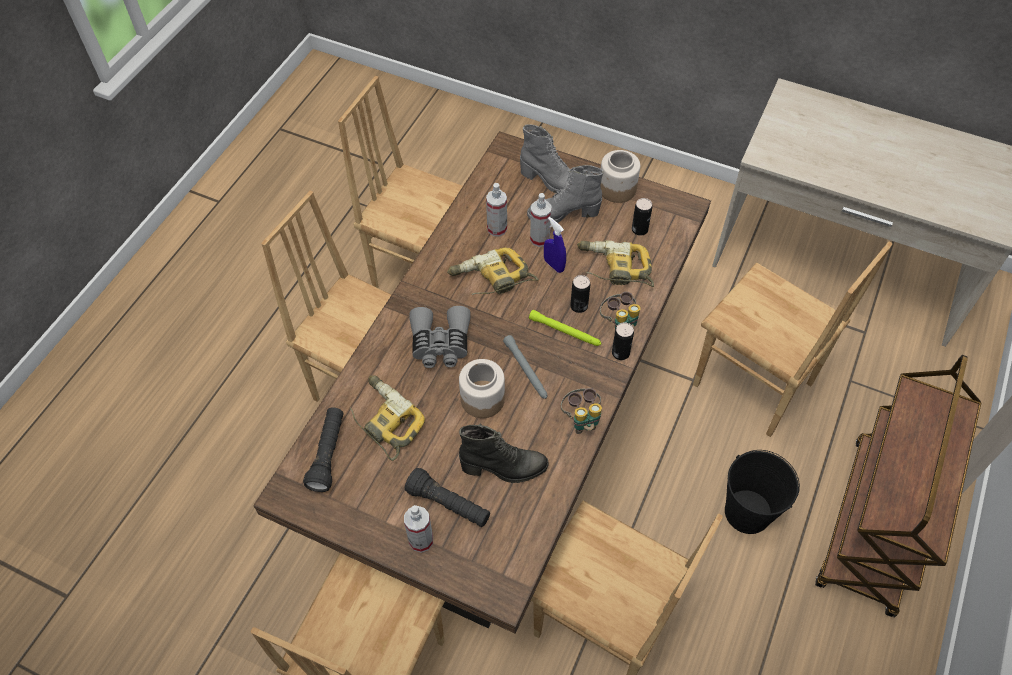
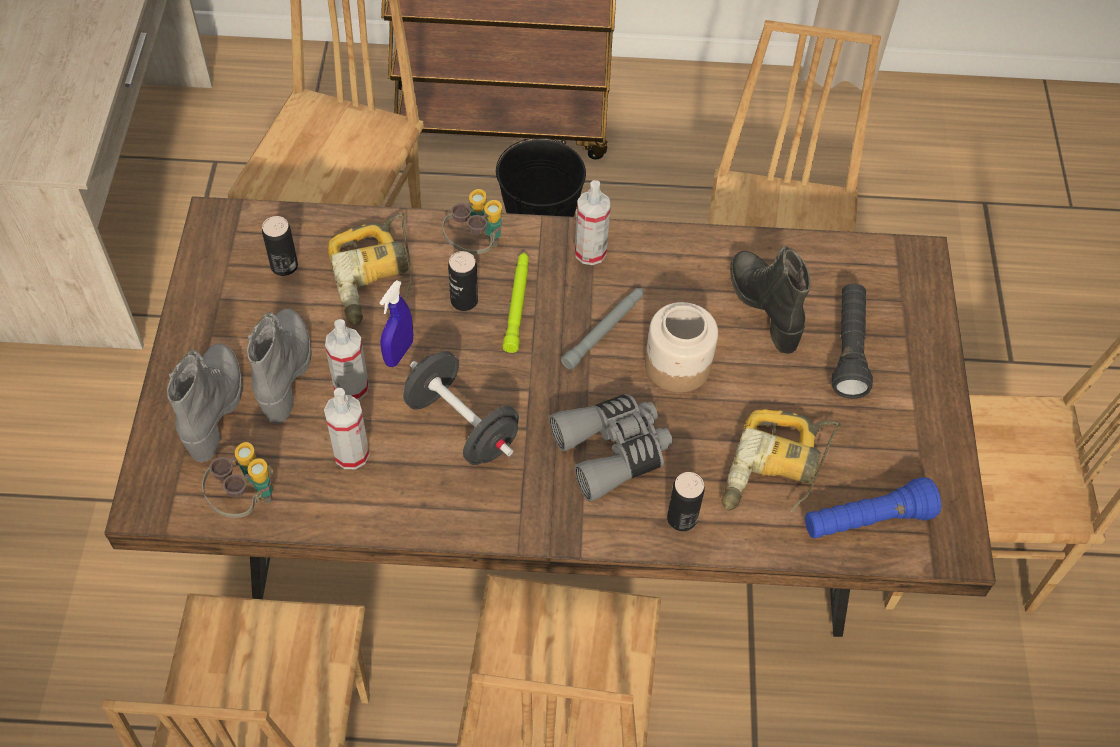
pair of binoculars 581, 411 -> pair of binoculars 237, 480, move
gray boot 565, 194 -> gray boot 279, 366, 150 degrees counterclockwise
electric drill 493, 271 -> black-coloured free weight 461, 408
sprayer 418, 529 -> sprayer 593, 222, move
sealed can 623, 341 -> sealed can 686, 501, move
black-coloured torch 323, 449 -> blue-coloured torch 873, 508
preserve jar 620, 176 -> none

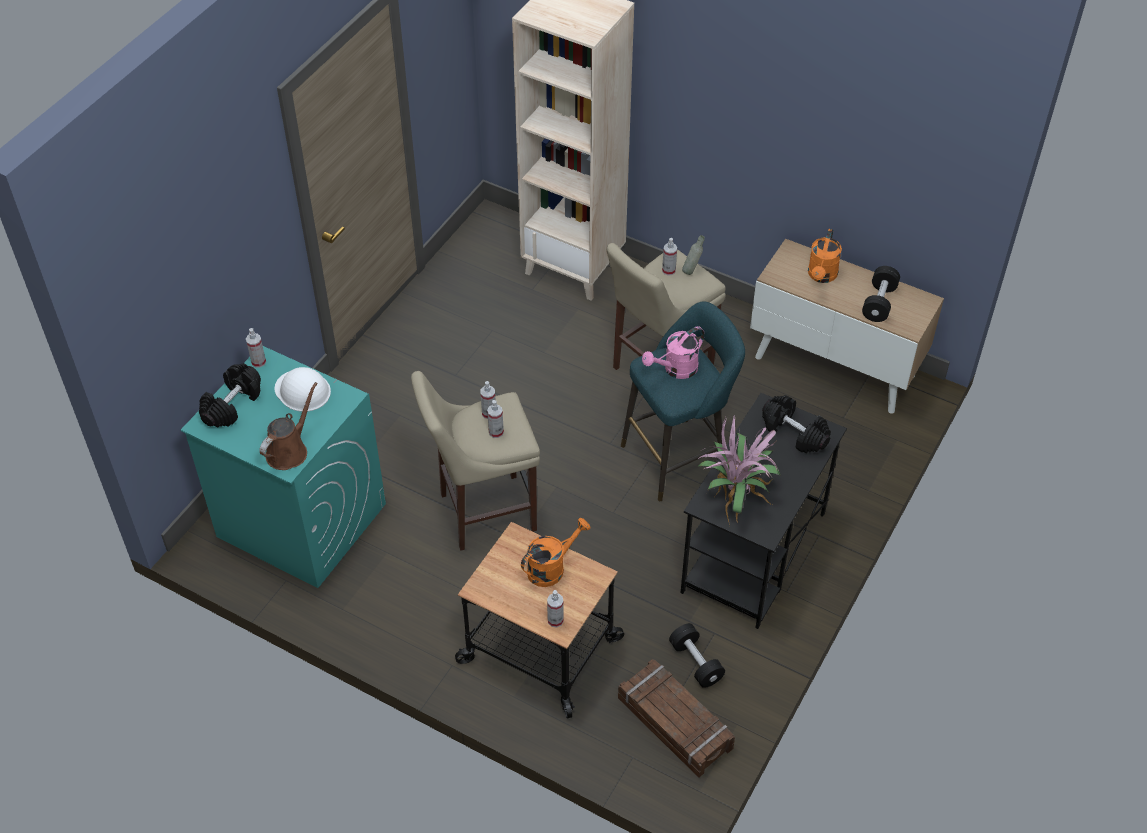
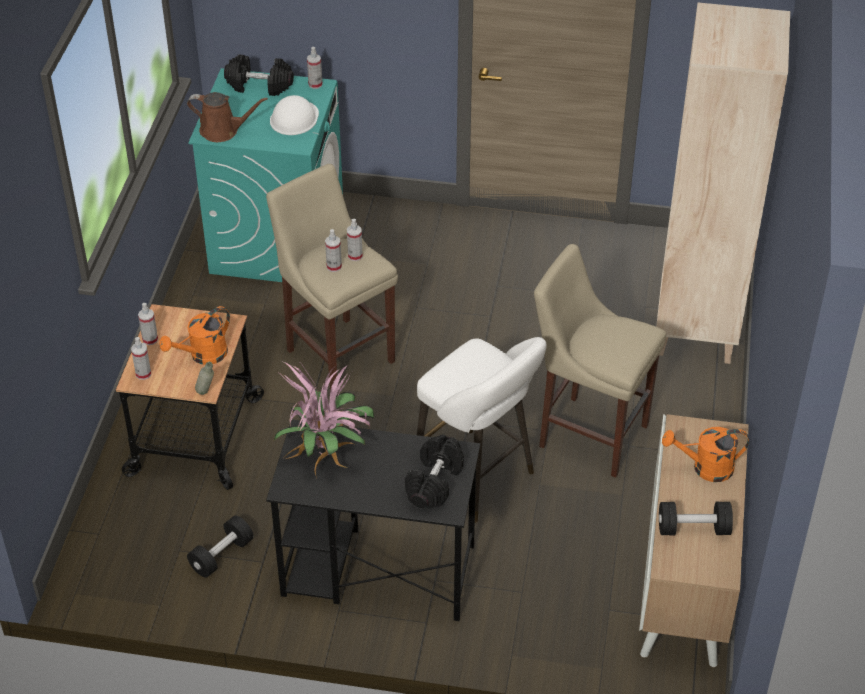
sprayer 669, 257 -> sprayer 148, 324, move
orange sprinkling can 556, 552 -> orange sprinkling can 194, 335, 105 degrees clockwise
gray bottle 693, 255 -> gray bottle 204, 378, move
turquoise-coloured stool 683, 401 -> white stool 482, 430
packing crate 676, 718 -> none
pinkish sprinkling can 673, 352 -> none

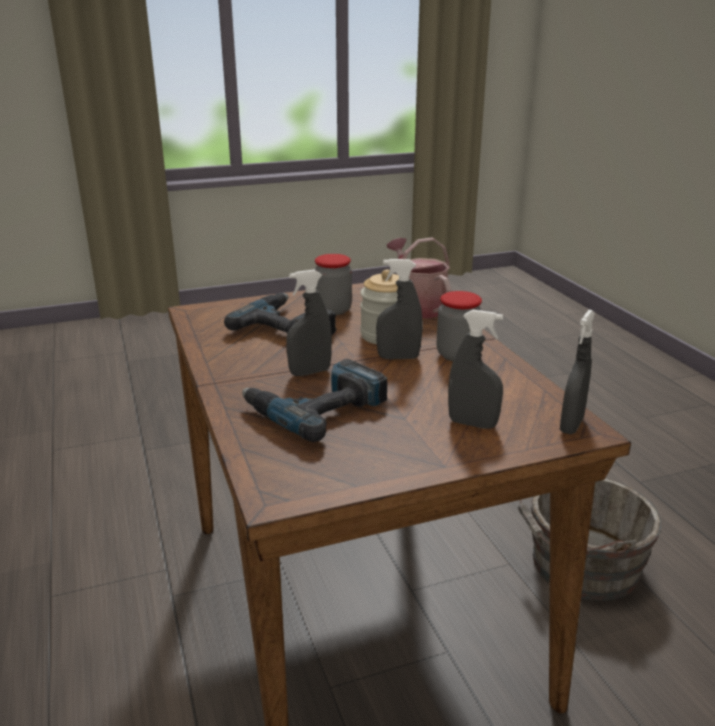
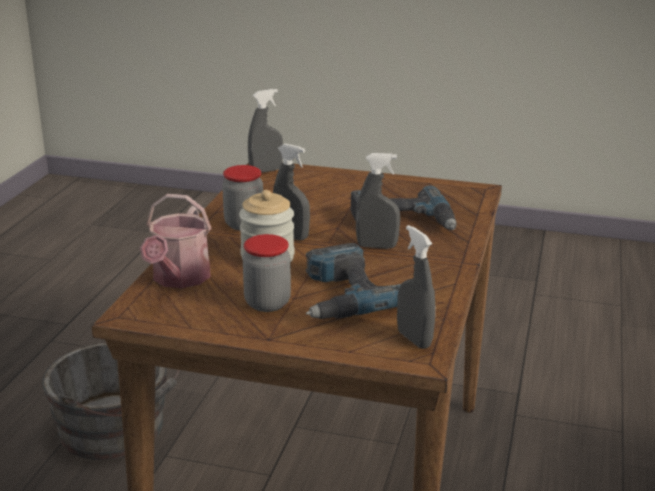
gray sprayer 475, 369 -> gray sprayer 416, 287, move

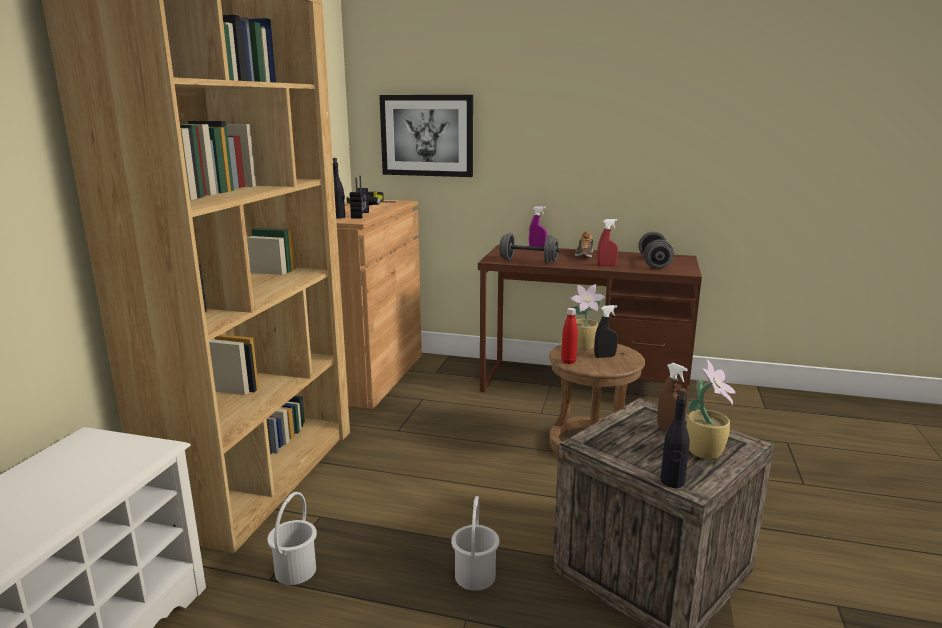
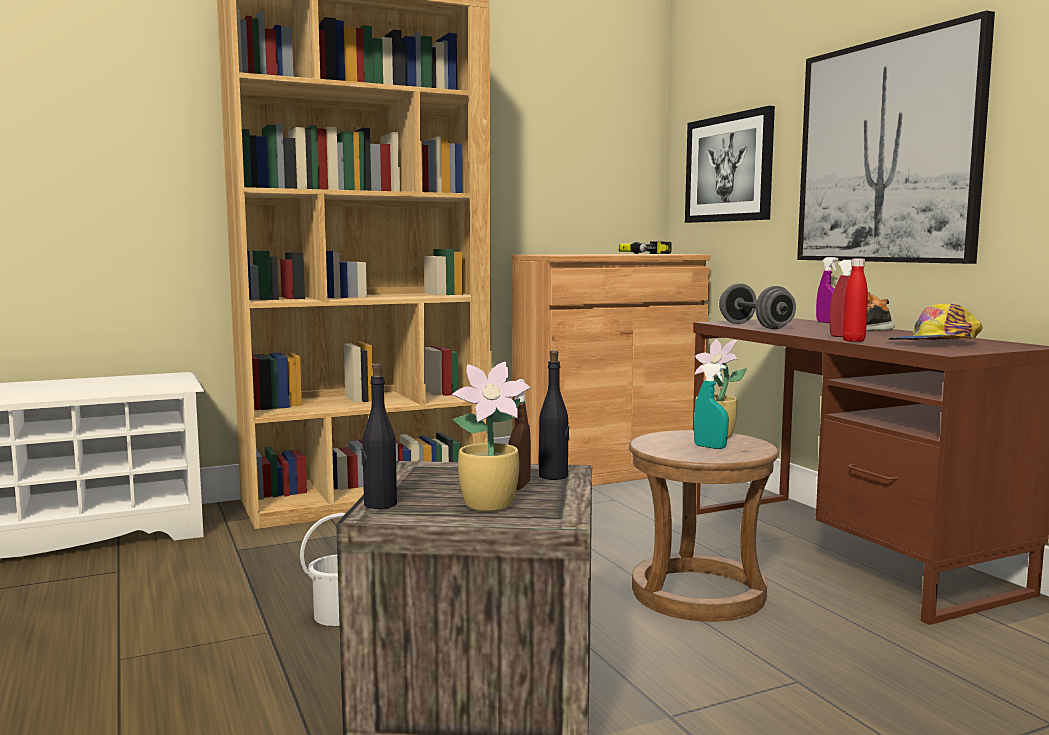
black-coloured bottle 339, 188 -> black-coloured bottle 554, 415, move
black-coloured sprayer 606, 331 -> turquoise-coloured sprayer 711, 406
none -> wall picture 896, 137
red bottle 569, 336 -> red bottle 855, 300, move
gray free weight 656, 250 -> peaked cap 935, 322
white bucket 292, 538 -> none
radio receiver 359, 197 -> none

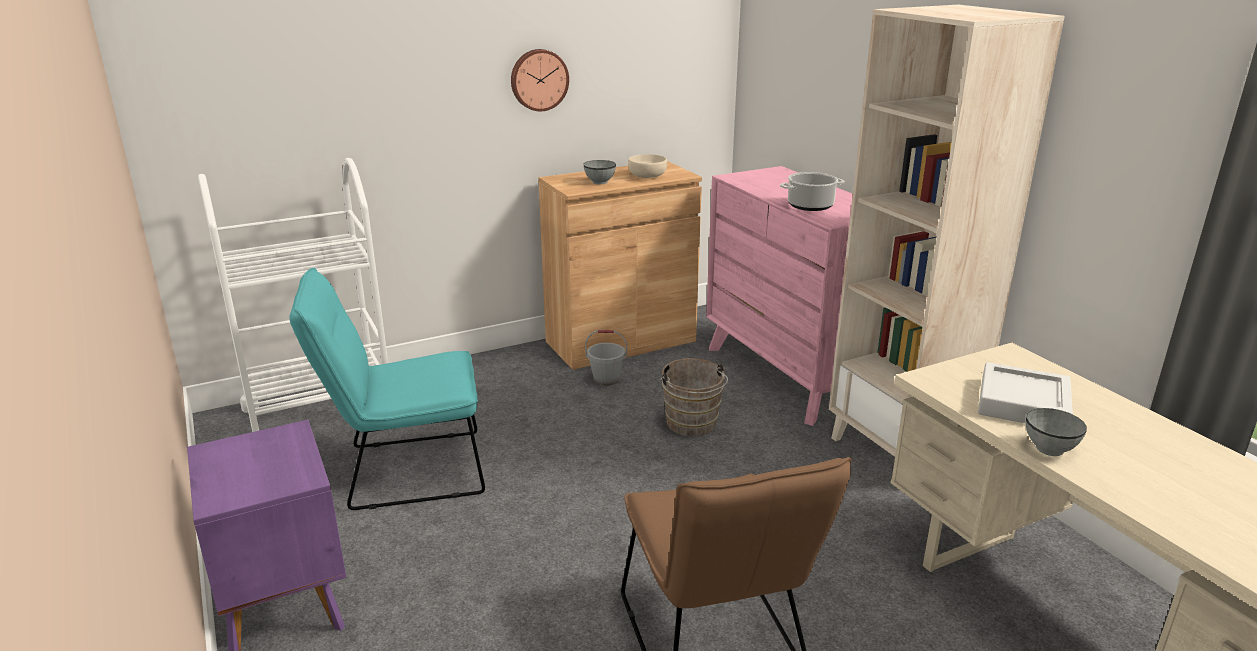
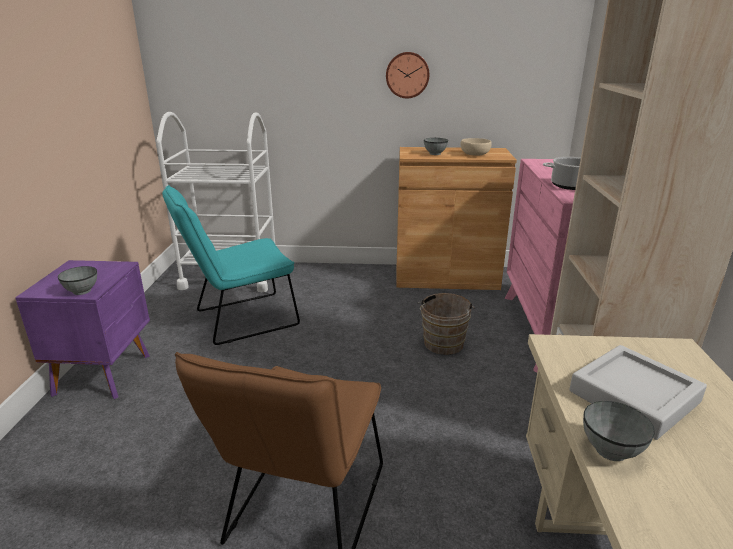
none -> gray serving bowl 77, 280
turquoise-coloured upright chair 387, 389 -> turquoise-coloured upright chair 231, 265, 45 degrees counterclockwise
gray bucket 606, 358 -> none

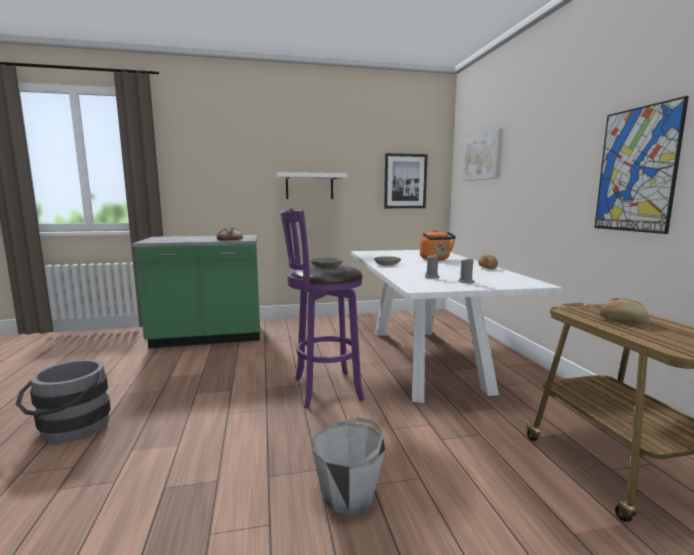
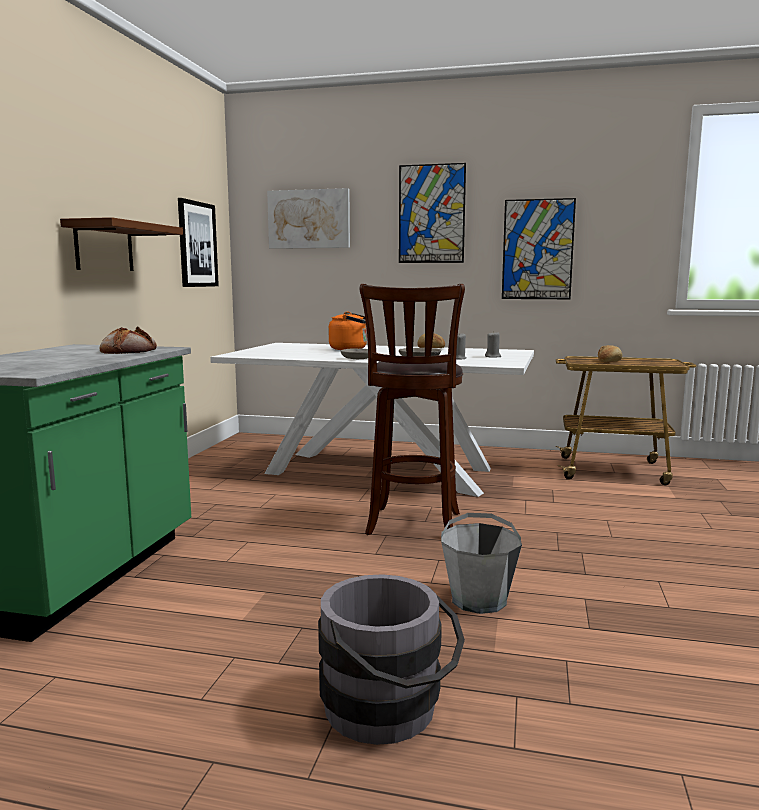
white bracket shelf 311, 185 -> brown-coloured bracket shelf 121, 244
purple stool 322, 308 -> brown-coloured stool 412, 409
none -> wall picture 432, 213
gray bucket 348, 466 -> gray bucket 481, 563, move

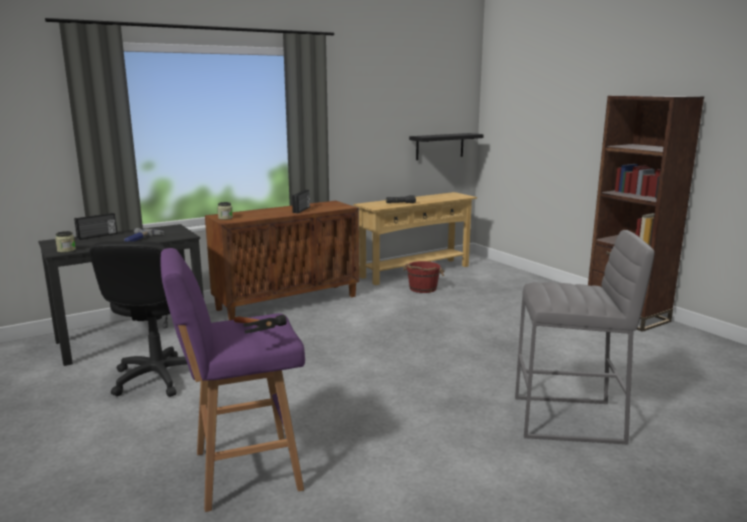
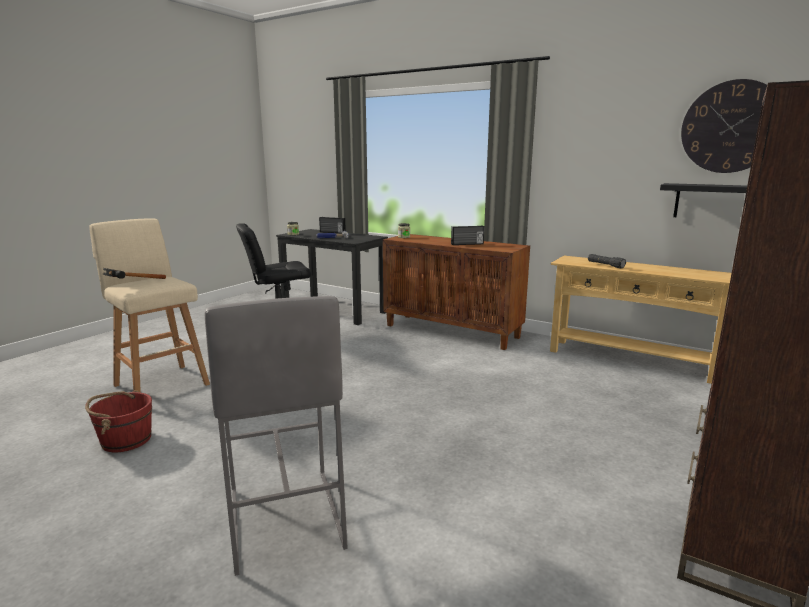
red bucket 423, 277 -> red bucket 118, 421, move
purple stool 232, 380 -> beige stool 149, 305
none -> clock on the wall 724, 126

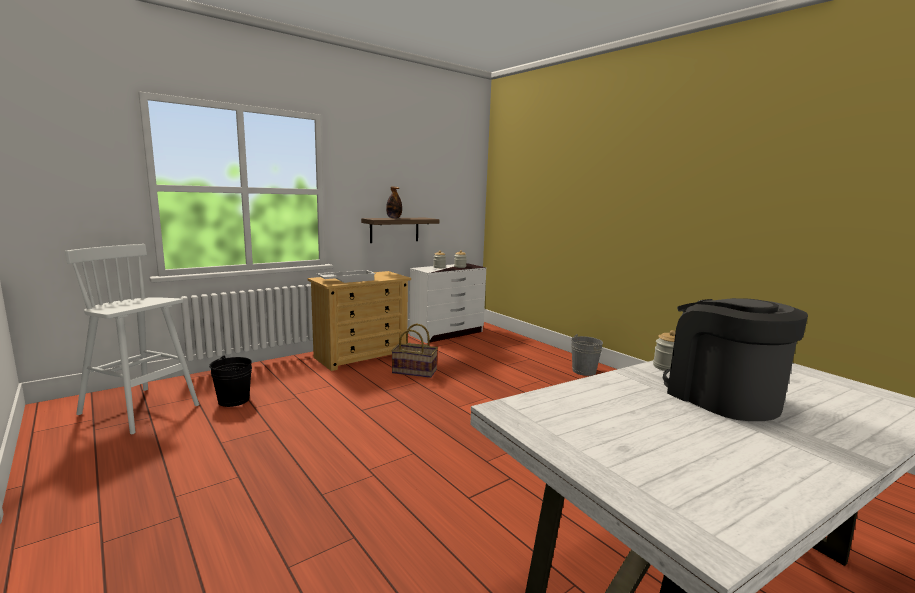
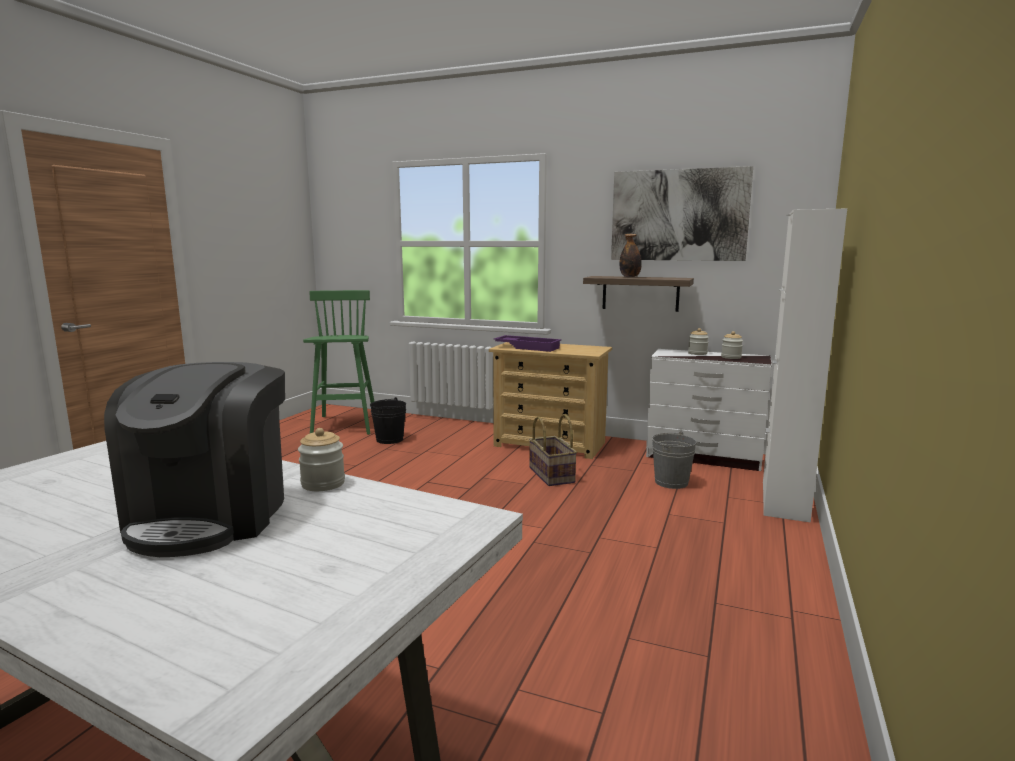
coffee machine 735, 359 -> coffee machine 194, 459, 150 degrees clockwise
white stool 132, 339 -> greenish stool 339, 362
white tray 346, 276 -> purple tray 527, 343
none -> wall picture 682, 213
gray bucket 587, 355 -> gray bucket 674, 460, move
none -> white cupboard 805, 366

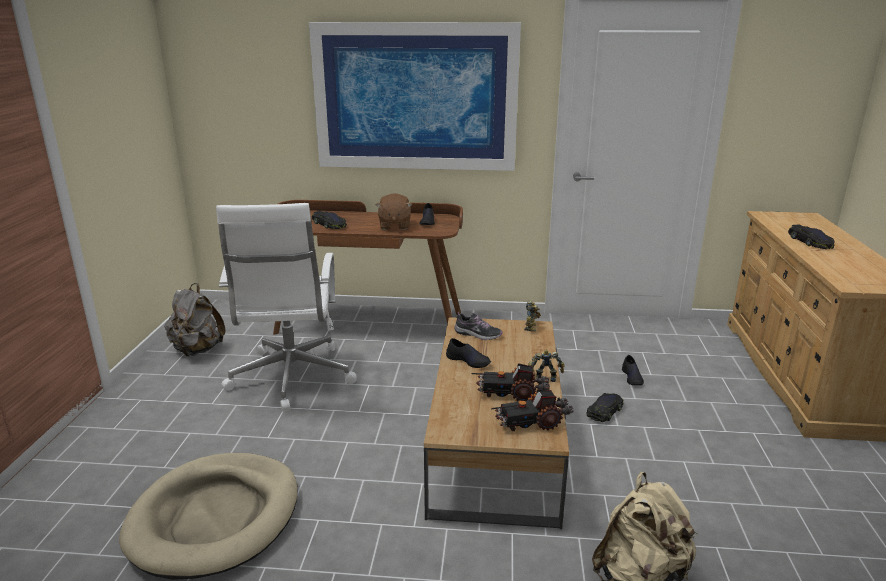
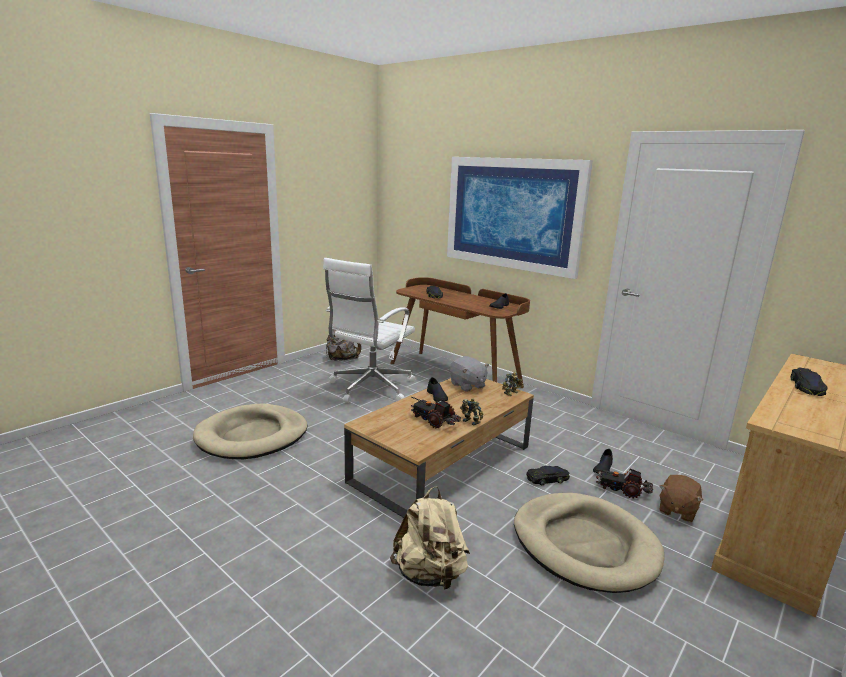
low shoe 478, 325 -> gray cuddly toy 469, 374
none -> beige dog bed 589, 543
model truck 532, 410 -> model truck 623, 483, move
brown-coloured cuddly toy 394, 211 -> brown-coloured cuddly toy 681, 498, move

